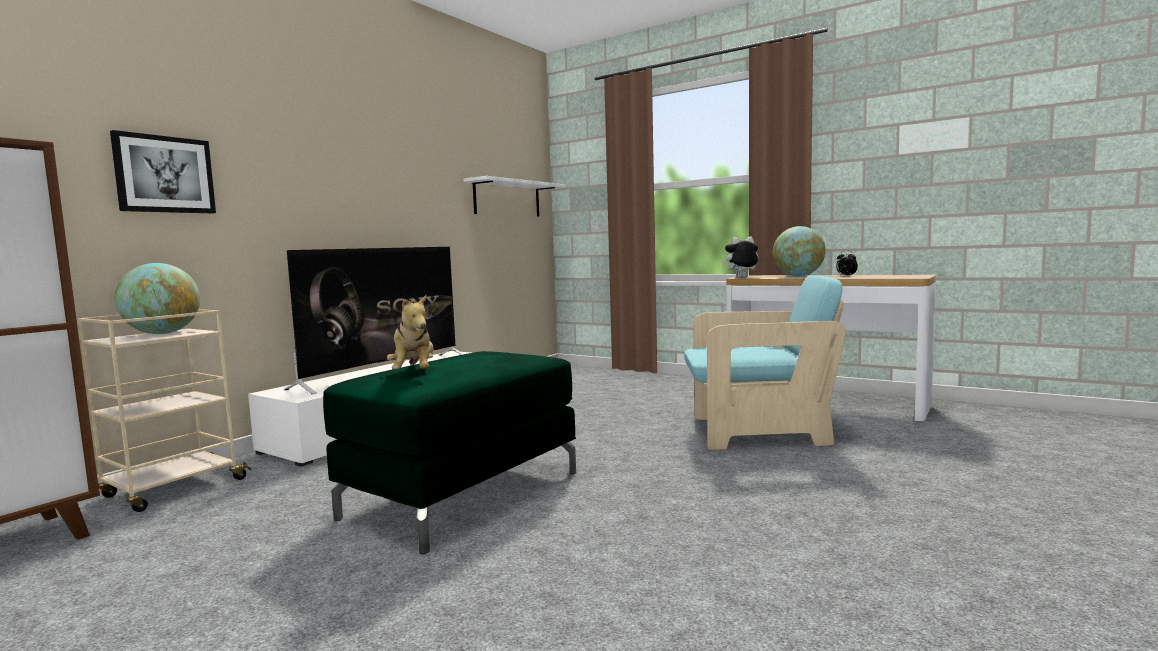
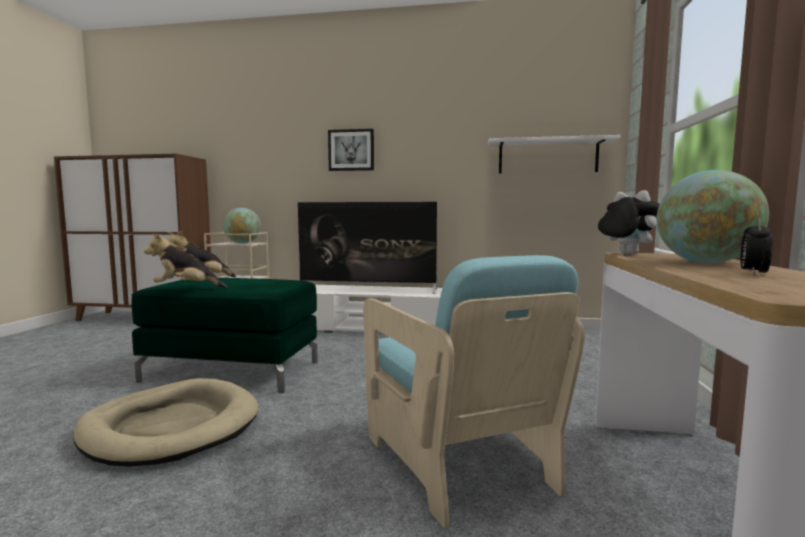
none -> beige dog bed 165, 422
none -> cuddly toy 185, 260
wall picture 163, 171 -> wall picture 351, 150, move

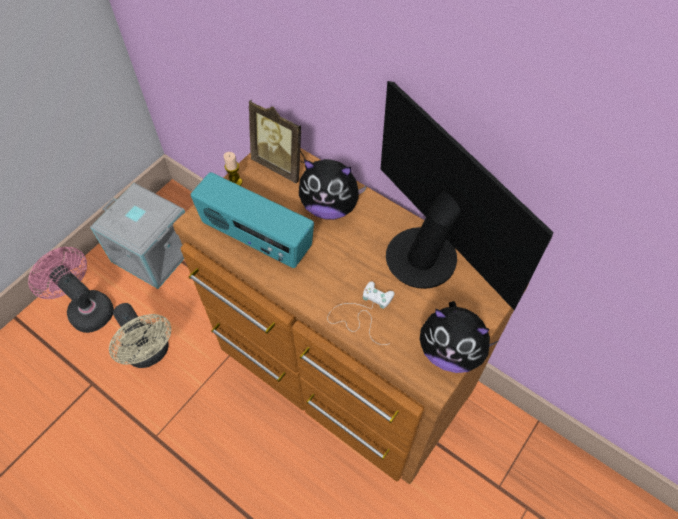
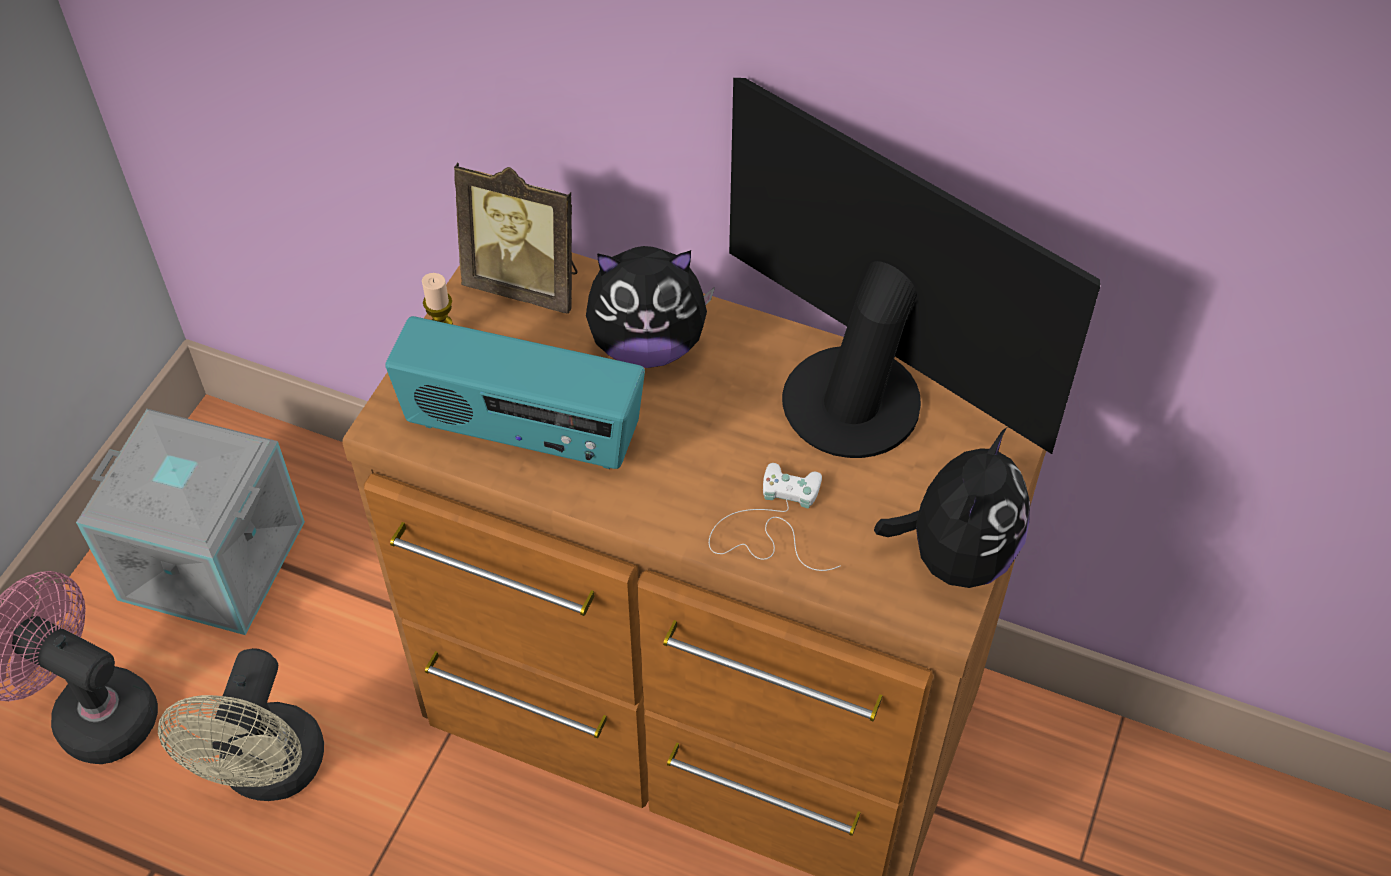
beige cooling fan 140, 335 -> beige cooling fan 241, 724, 60 degrees clockwise
cuddly toy 459, 337 -> cuddly toy 952, 507, 75 degrees counterclockwise

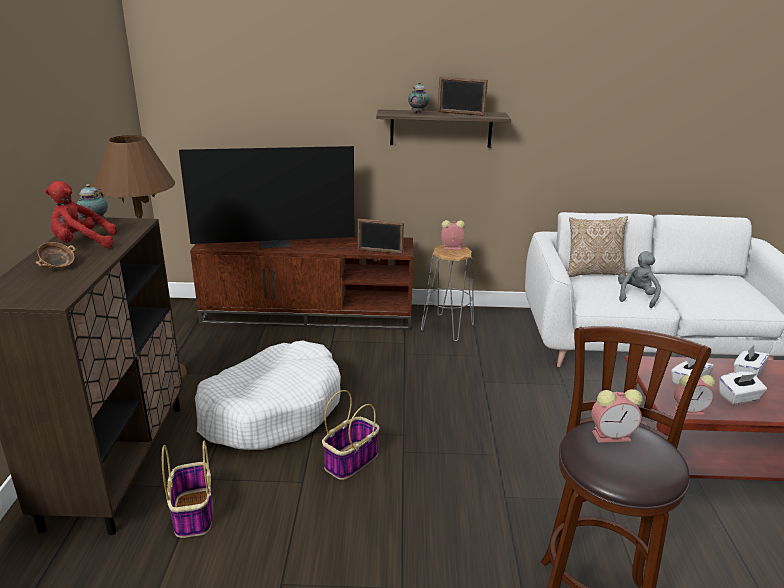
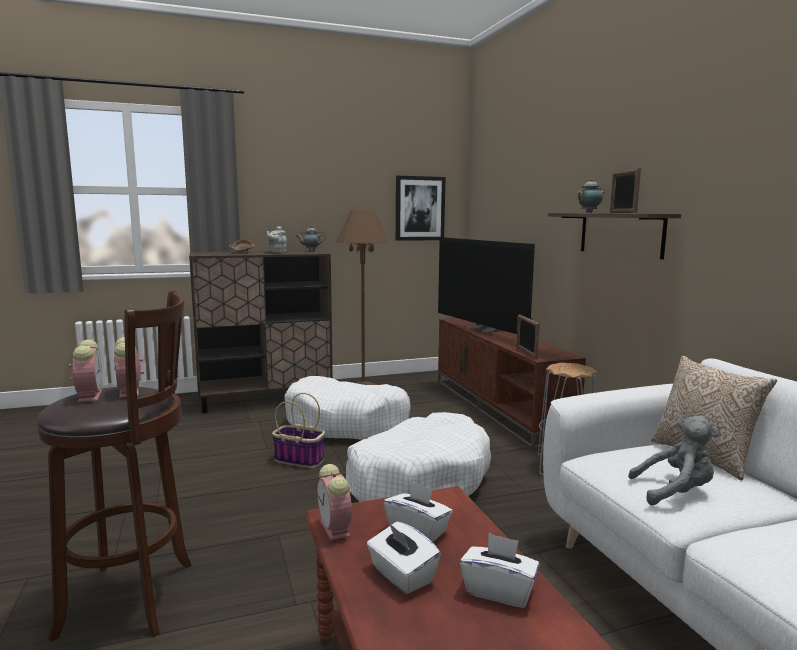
table clock 453, 235 -> table clock 85, 371, move
red cuddly toy 81, 214 -> gray teapot 277, 239
none -> white dog bed 418, 457
none -> wall picture 421, 208
household basket 187, 489 -> none

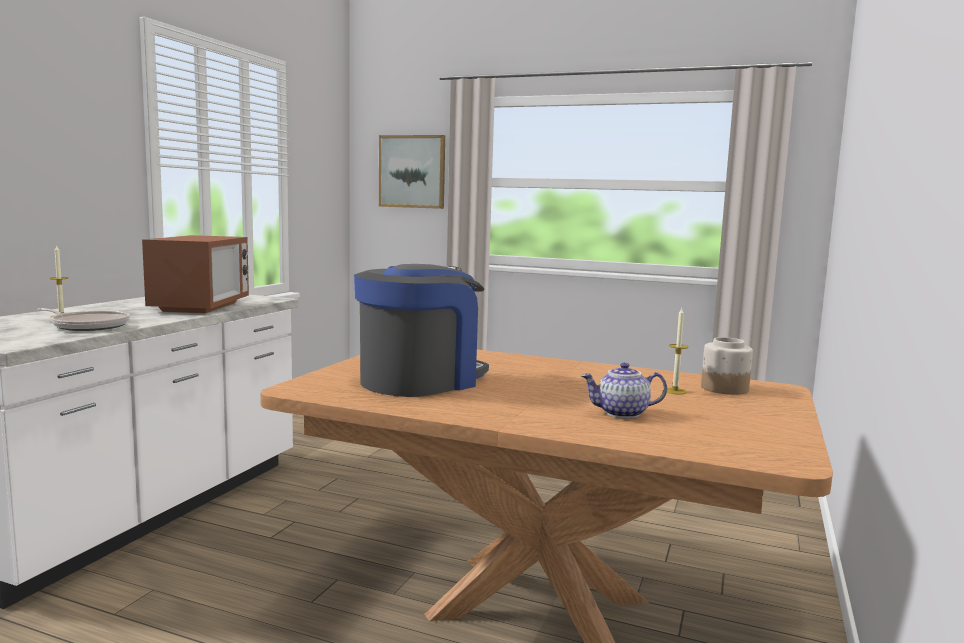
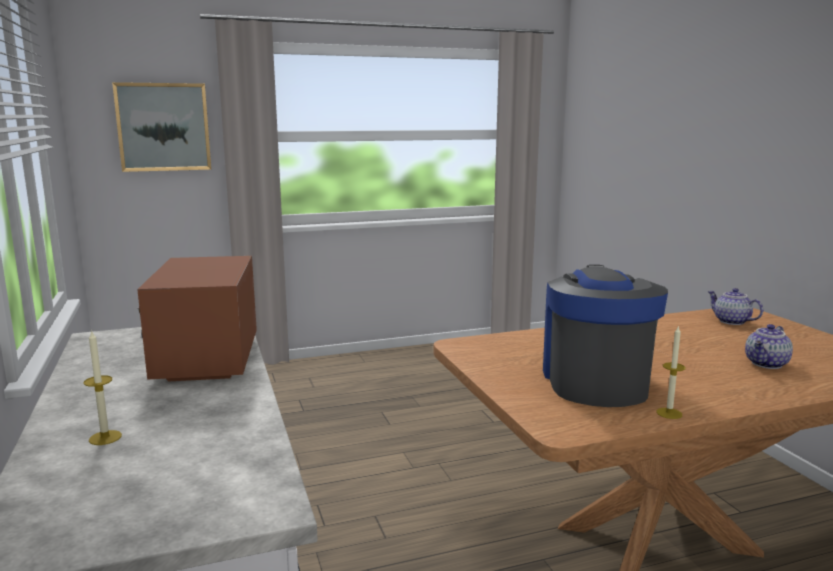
kitchen microwave 195, 274 -> kitchen microwave 197, 319, 150 degrees counterclockwise
candle 678, 351 -> candle 671, 372, move
preserve jar 727, 366 -> teapot 735, 306
pan 83, 319 -> none

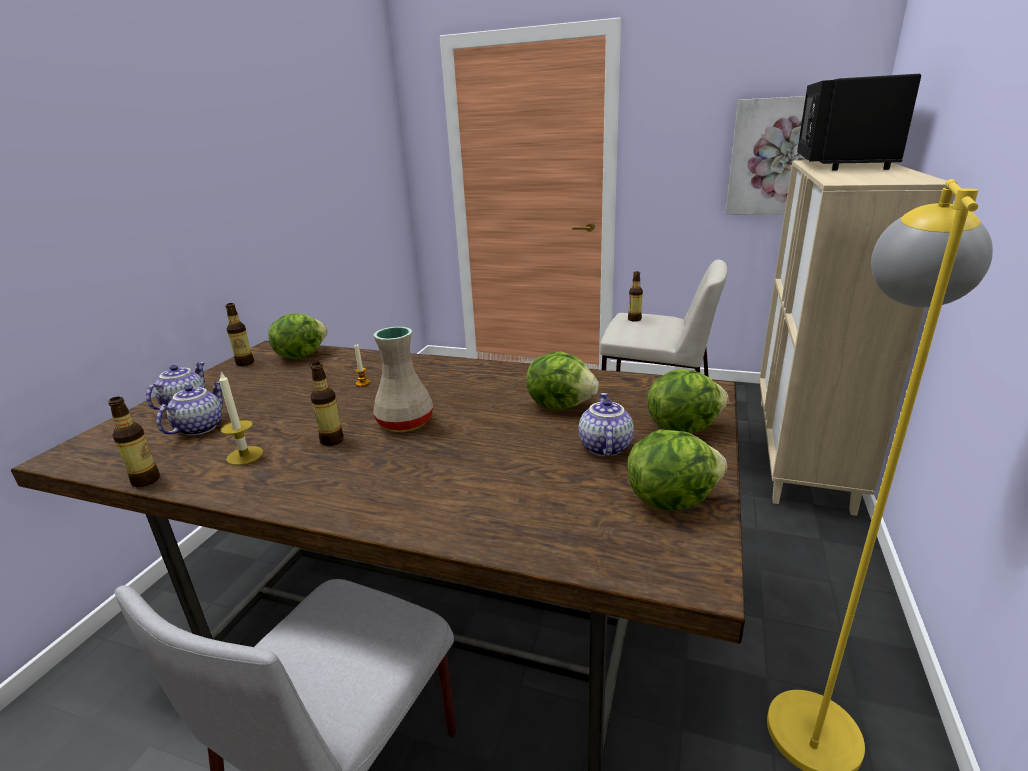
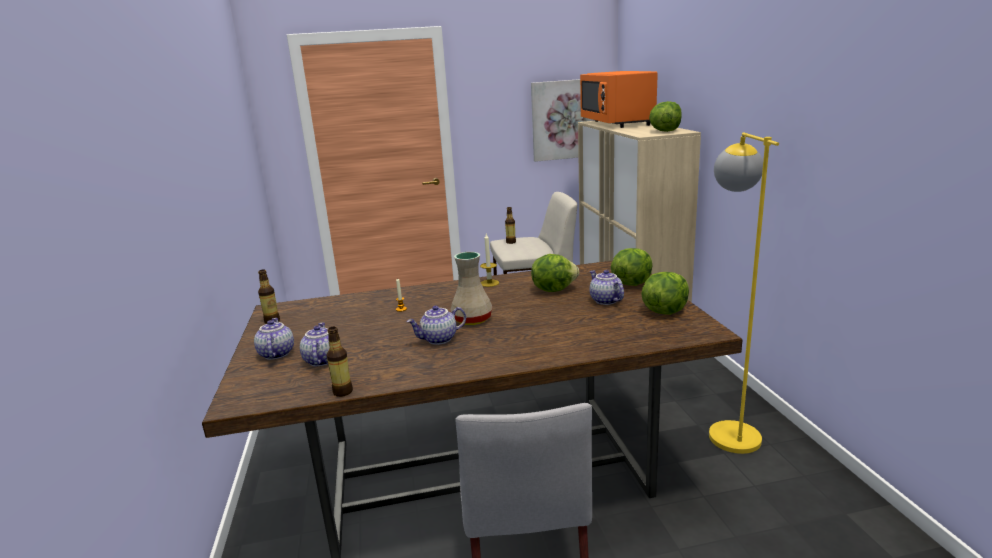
bottle 327, 404 -> teapot 436, 325
candle 241, 418 -> candle 489, 260, move
black-coloured kitchen microwave 859, 122 -> orange kitchen microwave 619, 99
lettuce 298, 336 -> lettuce 665, 116, move

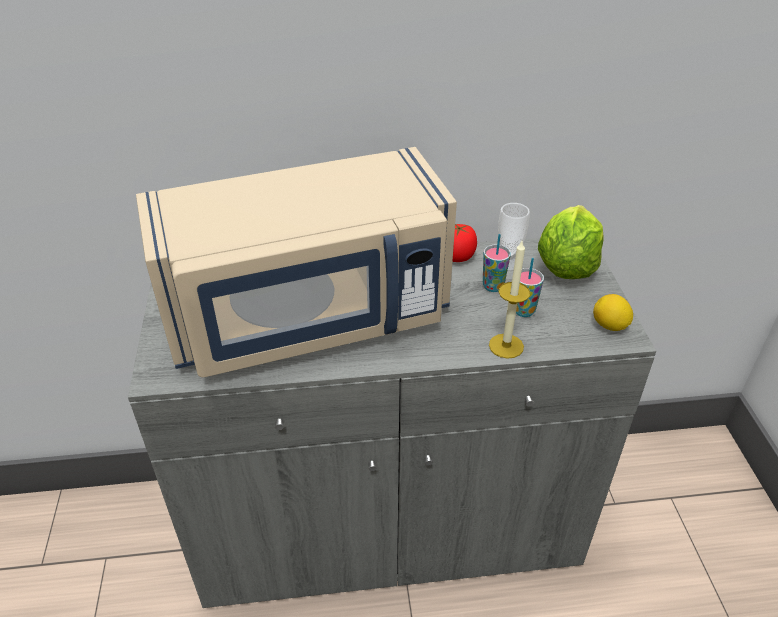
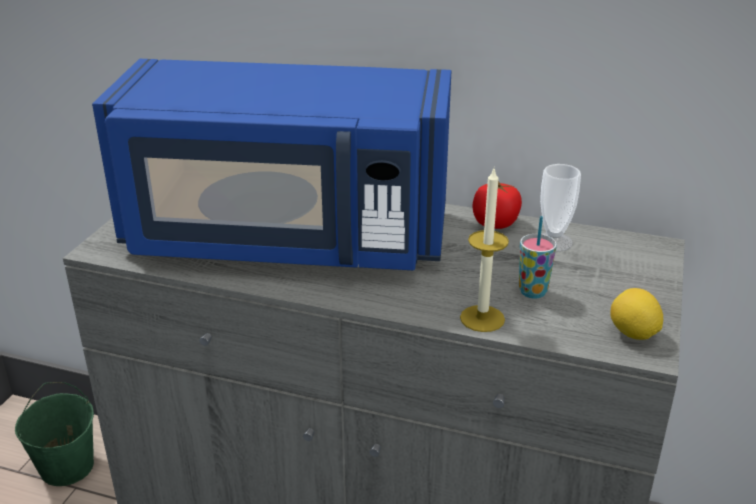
none -> greenish bucket 54, 434
beige kitchen microwave 296, 262 -> blue-coloured kitchen microwave 271, 164
cup 497, 263 -> none
lettuce 571, 242 -> none

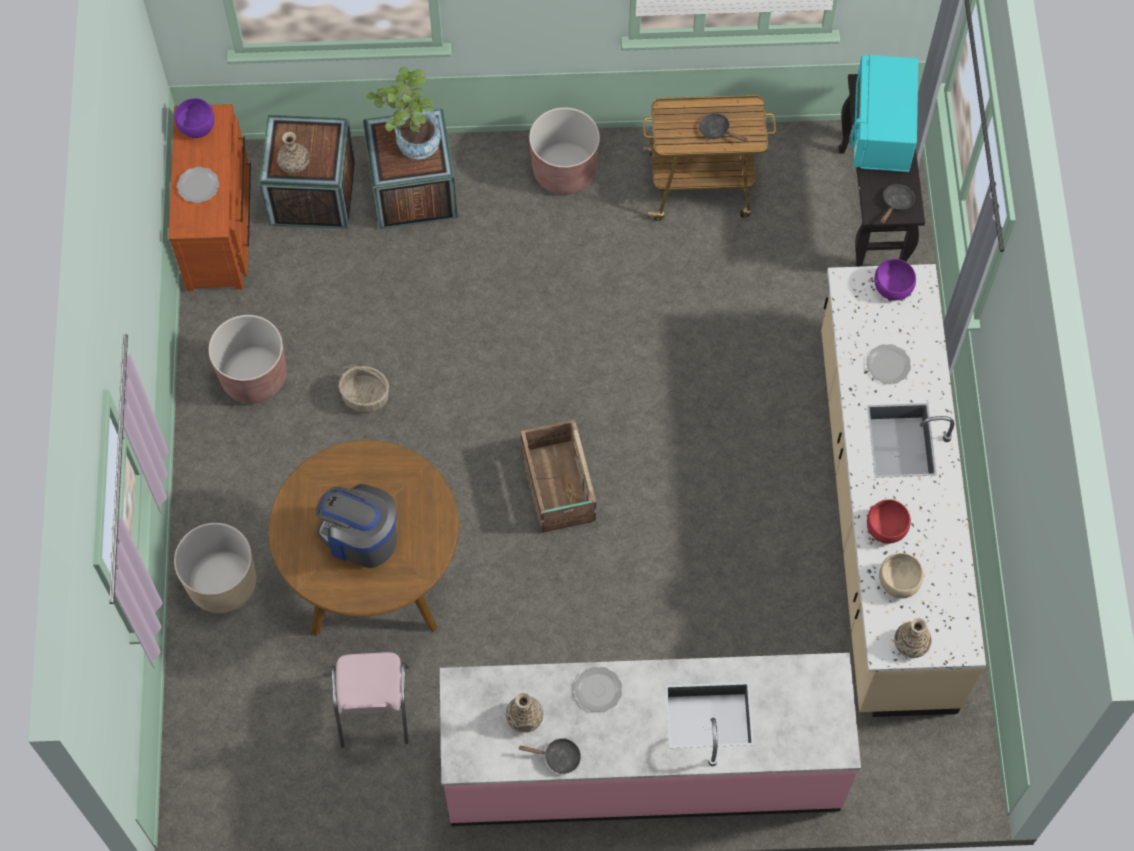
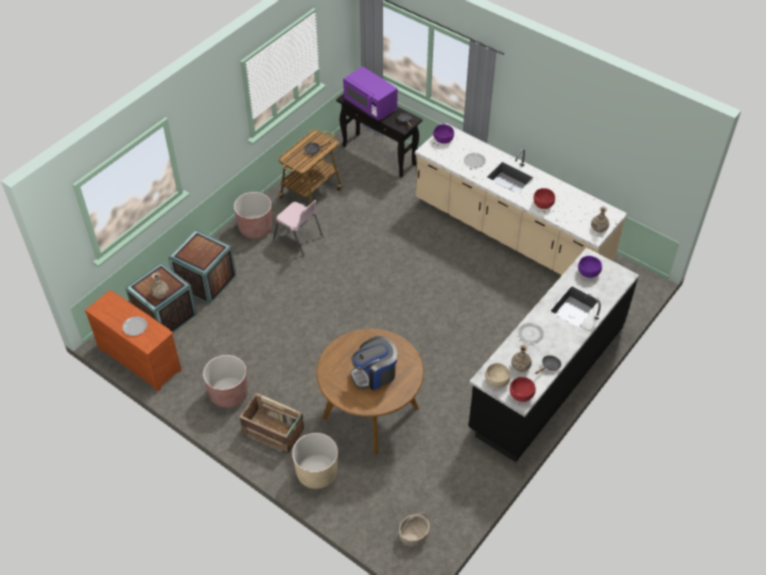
packing crate 558, 476 -> packing crate 271, 423, move
pinkish upright chair 370, 700 -> pinkish upright chair 298, 228, move
turquoise-coloured kitchen microwave 884, 113 -> purple kitchen microwave 370, 93
household basket 363, 389 -> household basket 414, 529, move
pinkish kitchen base unit 650, 739 -> black-coloured kitchen base unit 554, 354
beige serving bowl 902, 576 -> beige serving bowl 498, 375, move
none -> red serving bowl 523, 389
purple serving bowl 194, 118 -> purple serving bowl 590, 267, move
houseplant 403, 113 -> none

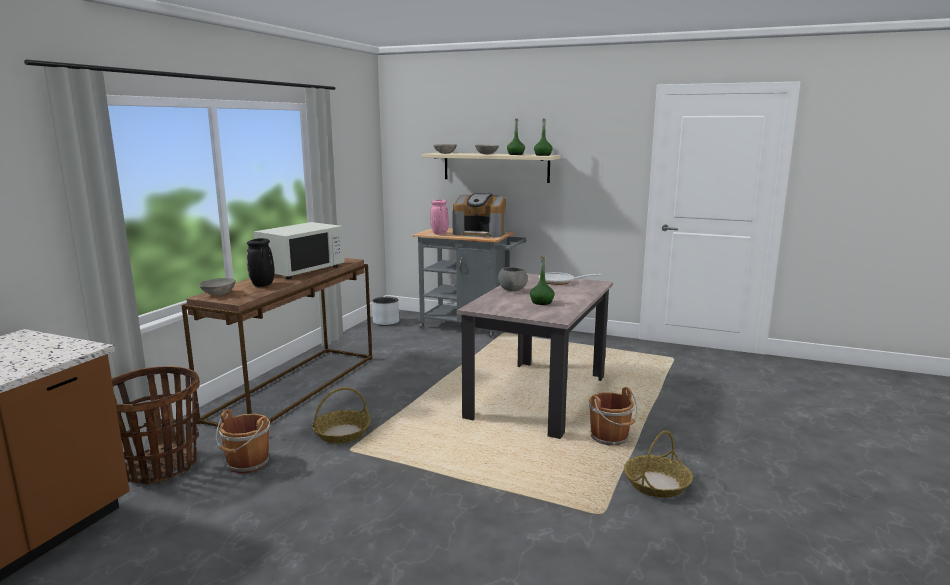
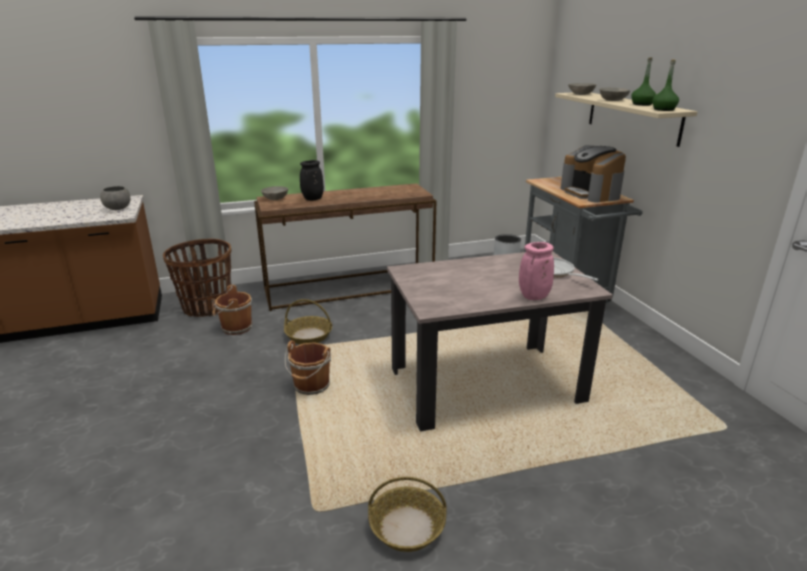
gray serving bowl 513, 279 -> gray serving bowl 115, 198, move
brown-coloured bucket 613, 416 -> brown-coloured bucket 308, 367, move
pinkish decorative vase 439, 217 -> pinkish decorative vase 536, 271, move
white kitchen microwave 299, 250 -> none
greenish bottle 542, 280 -> none

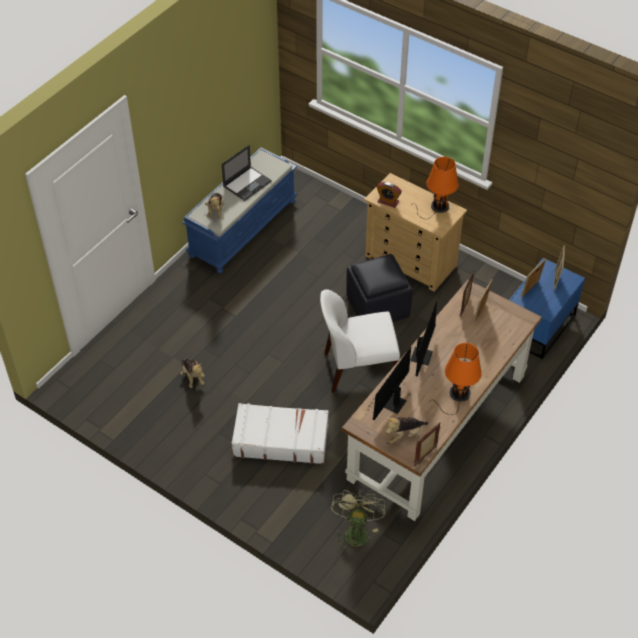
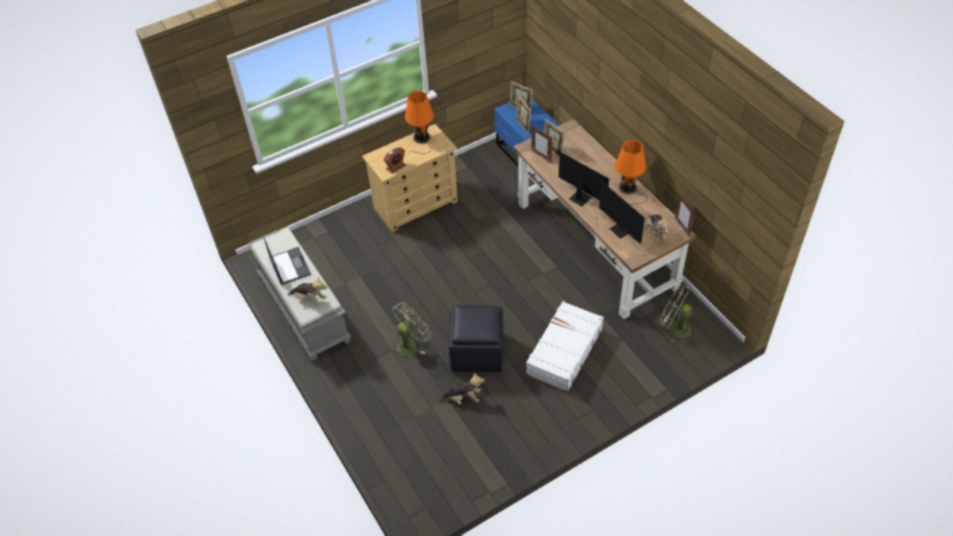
blue-coloured bench 240, 210 -> gray bench 299, 293
none -> greenish cooling fan 410, 329
black-coloured footrest 379, 288 -> black-coloured footrest 476, 338, move
white upright chair 360, 341 -> none

